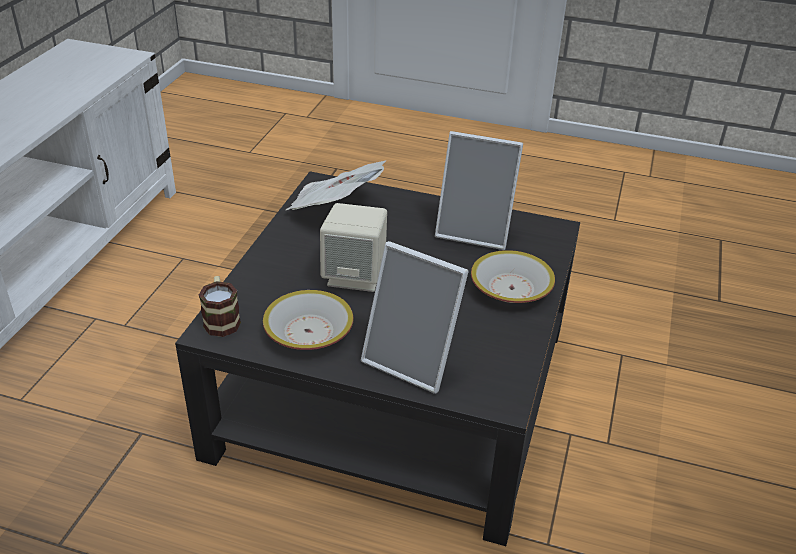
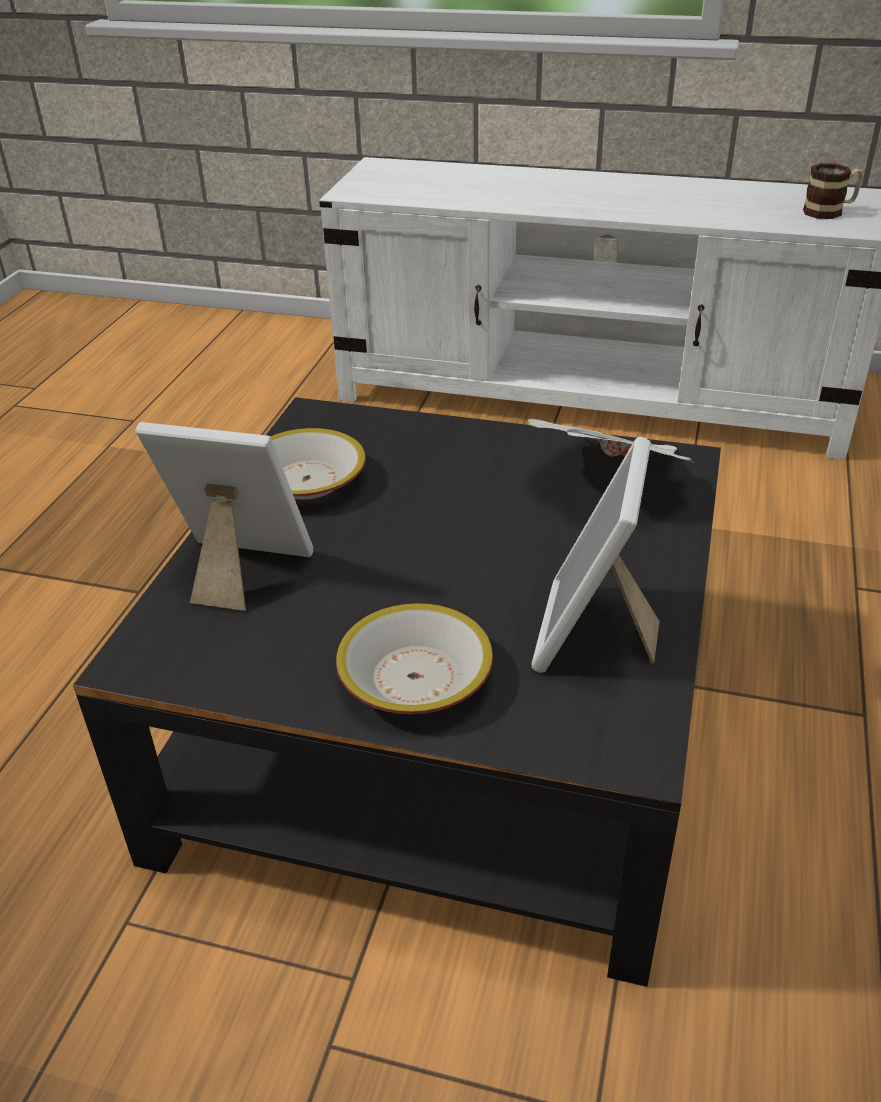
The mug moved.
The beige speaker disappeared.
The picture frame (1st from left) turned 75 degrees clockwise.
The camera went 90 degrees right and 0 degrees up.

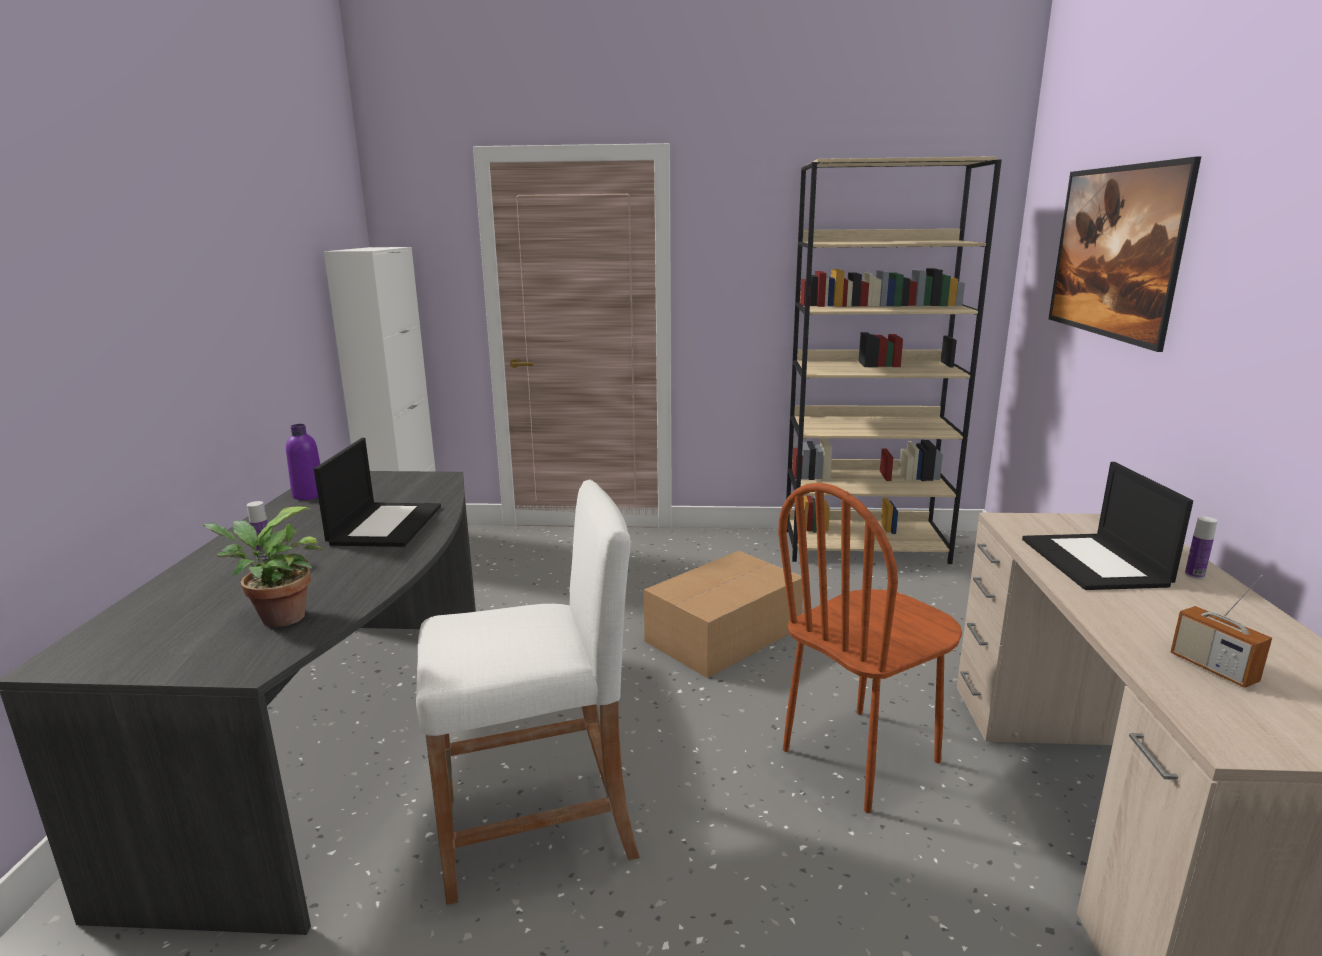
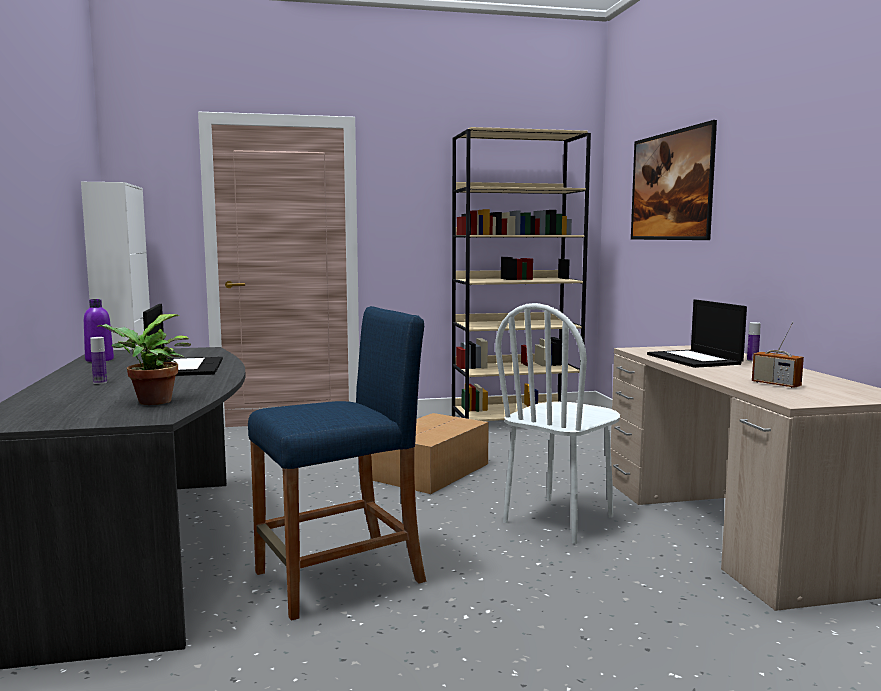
The white stool became the blue stool.
The brown chair became the white chair.
The camera went 15 degrees left and 10 degrees down.

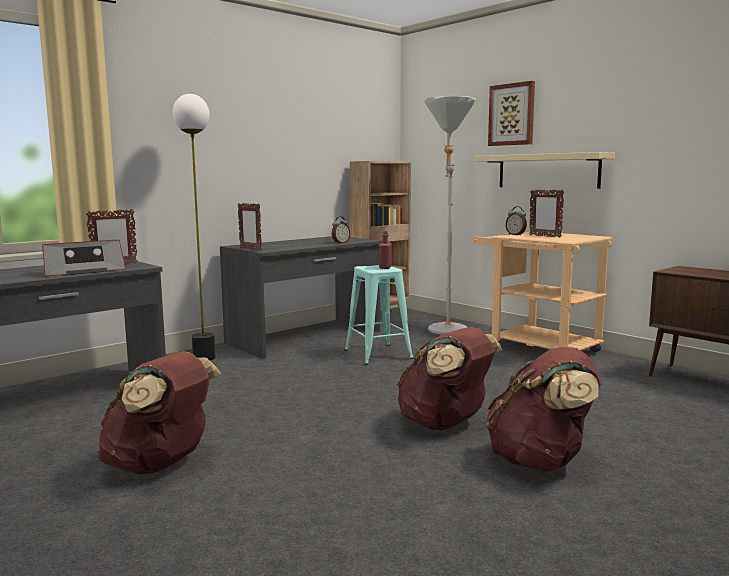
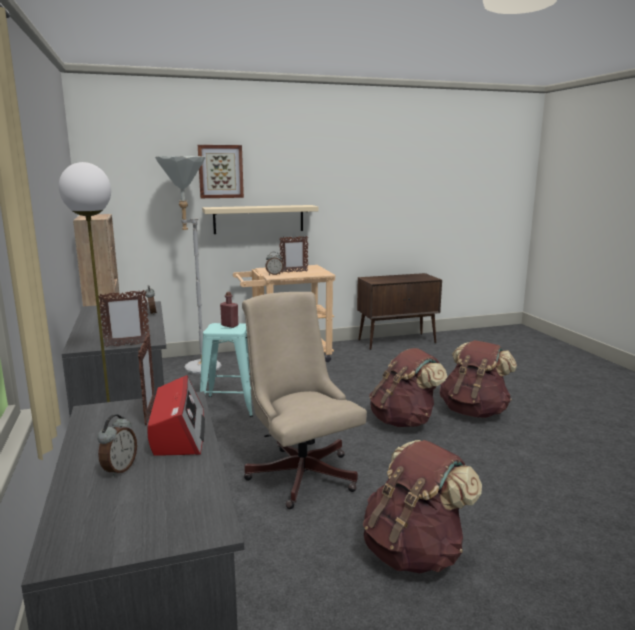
The alarm clock (1st from left) appeared.
The beige office chair appeared.
The camera went 65 degrees left and 5 degrees up.

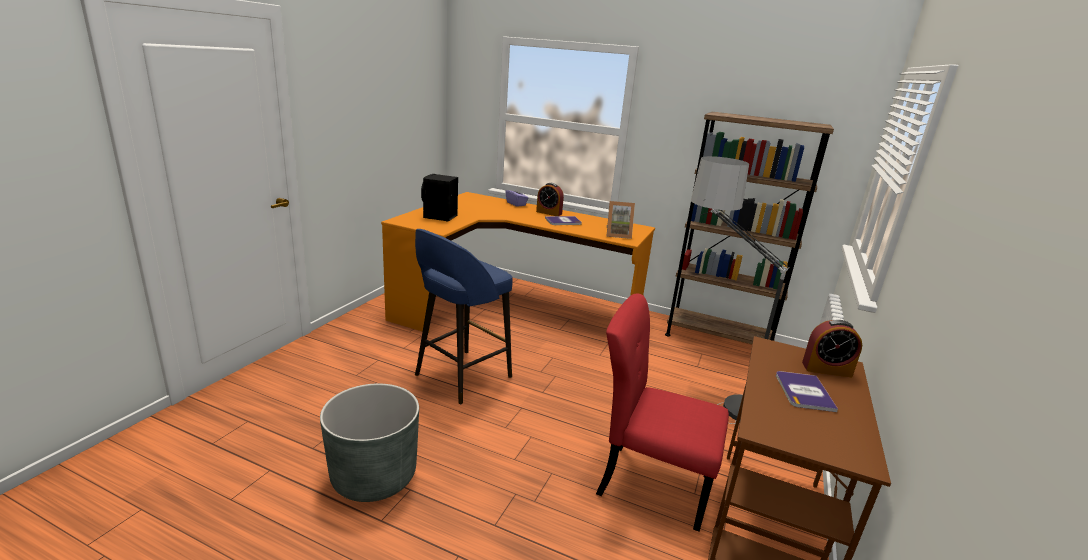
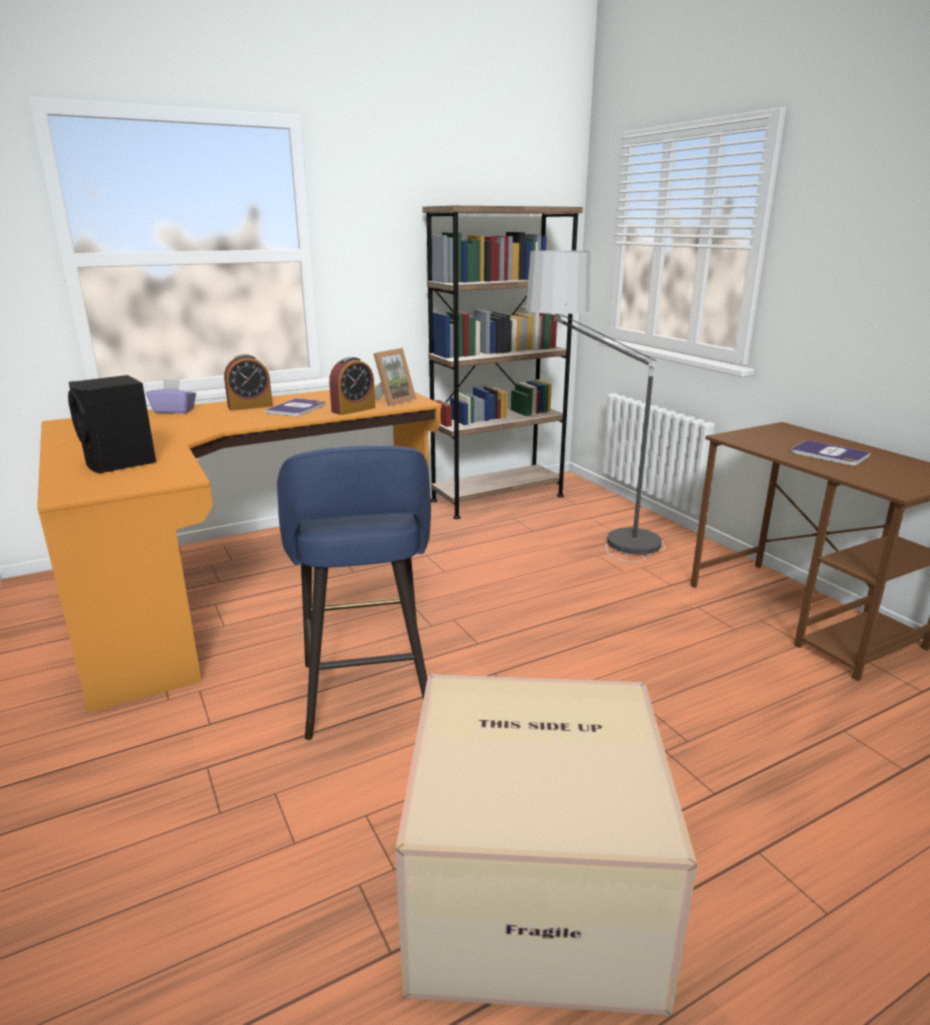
The grey planter was replaced by the cardboard box.
The red chair disappeared.
The alarm clock (2nd from left) moved.
The camera went 50 degrees left and 0 degrees up.

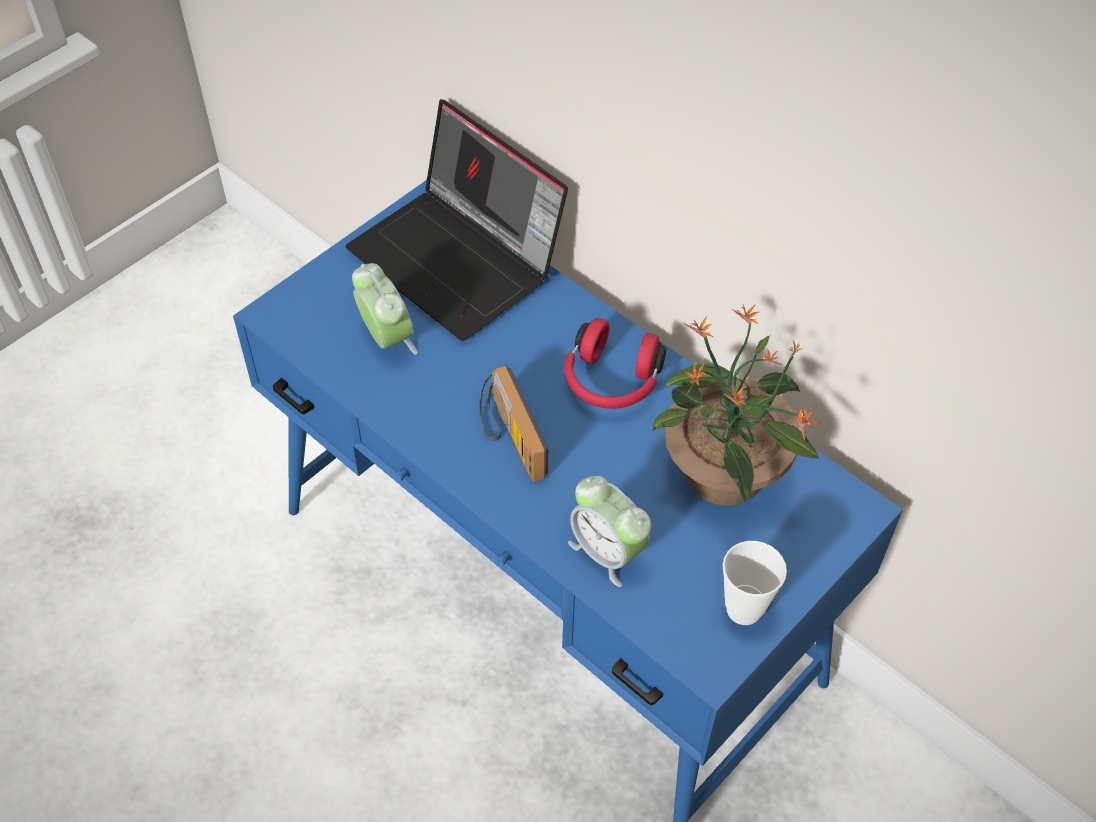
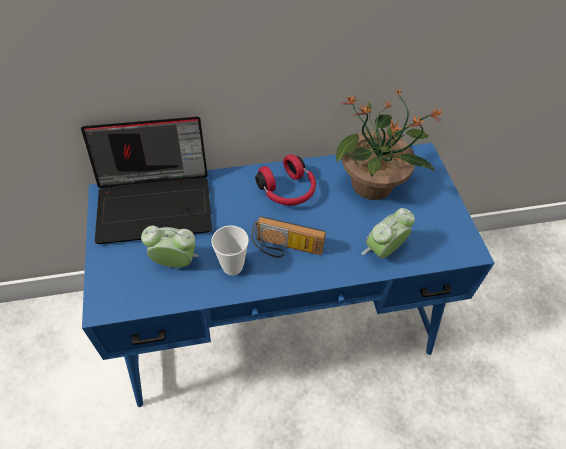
The alarm clock (2nd from left) turned 150 degrees clockwise.
The cup moved.
The camera went 55 degrees left and 0 degrees up.

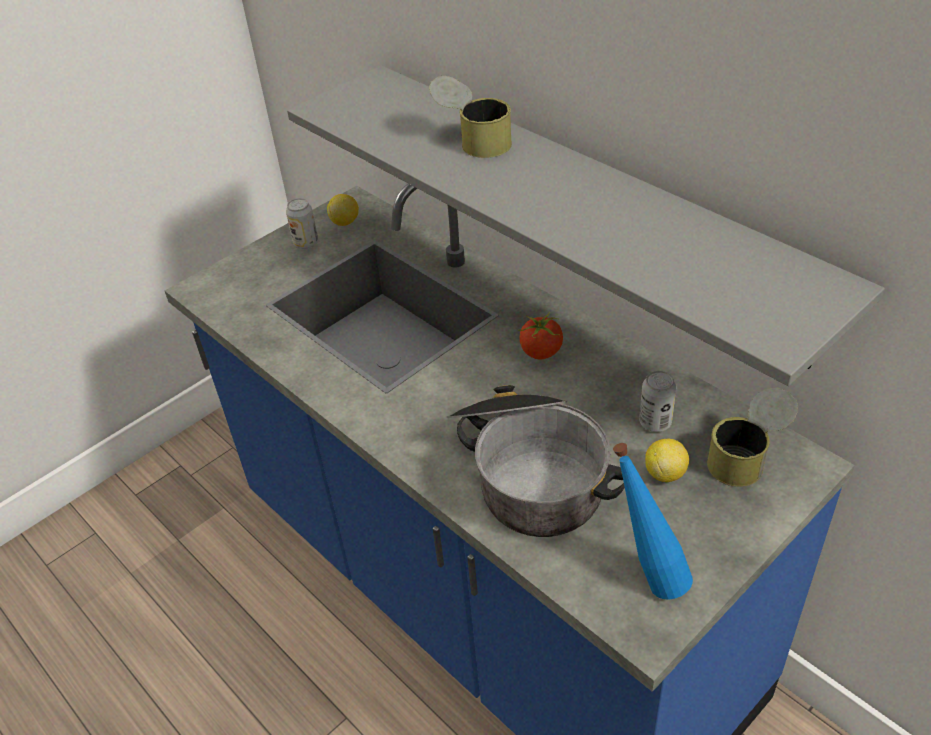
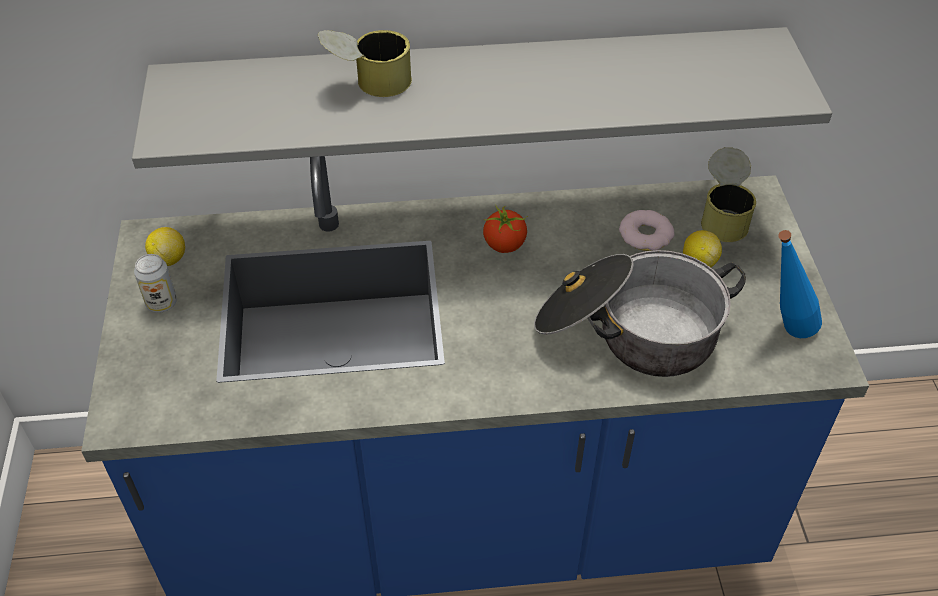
The can (3rd from left) was replaced by the donut.
The camera went 55 degrees left and 5 degrees up.

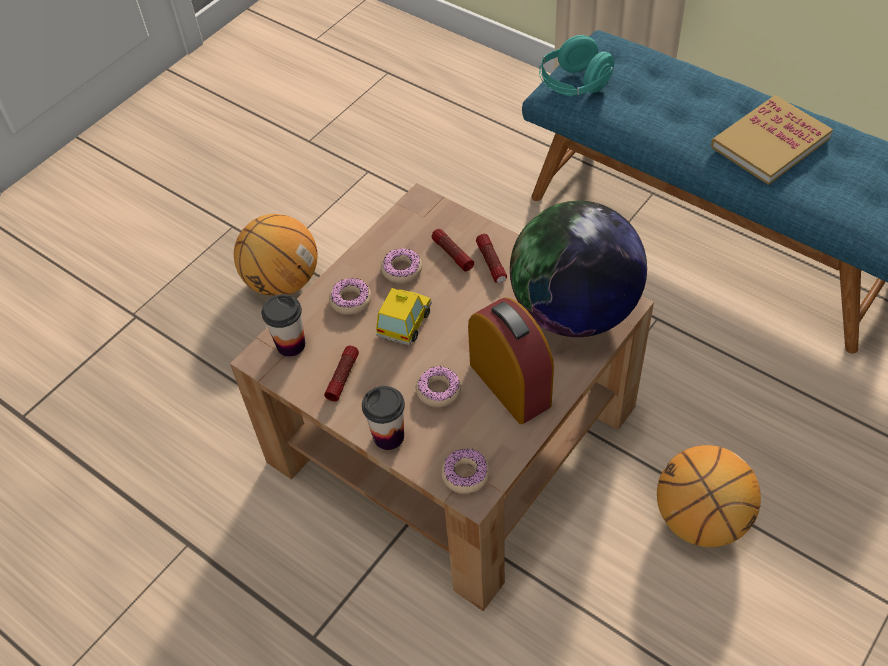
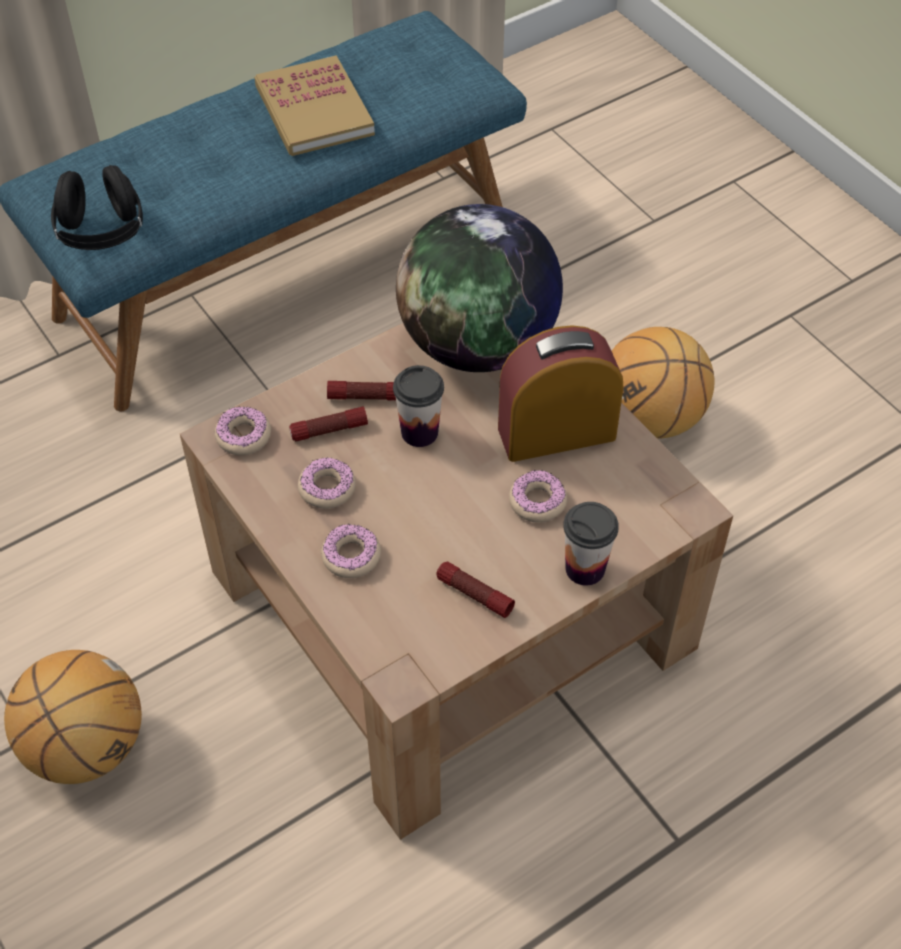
The cup (1st from left) moved.
The toy car disappeared.
The donut (4th from left in the first image) moved.
The turquoise headphones became the black headphones.
The camera went 75 degrees left and 0 degrees up.

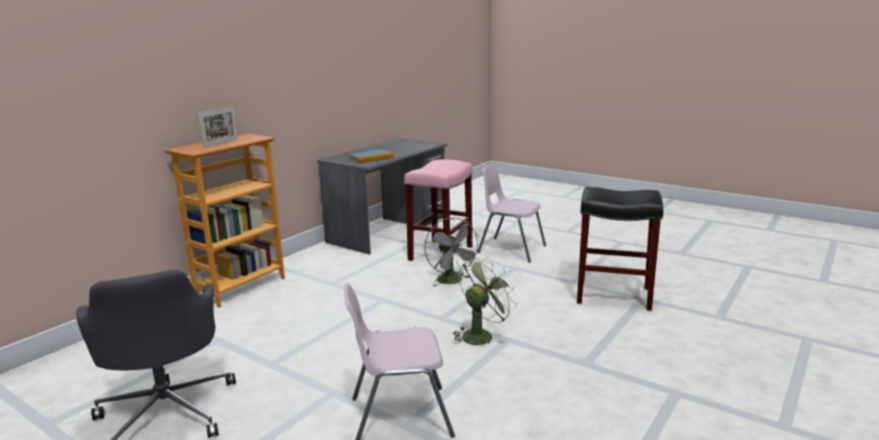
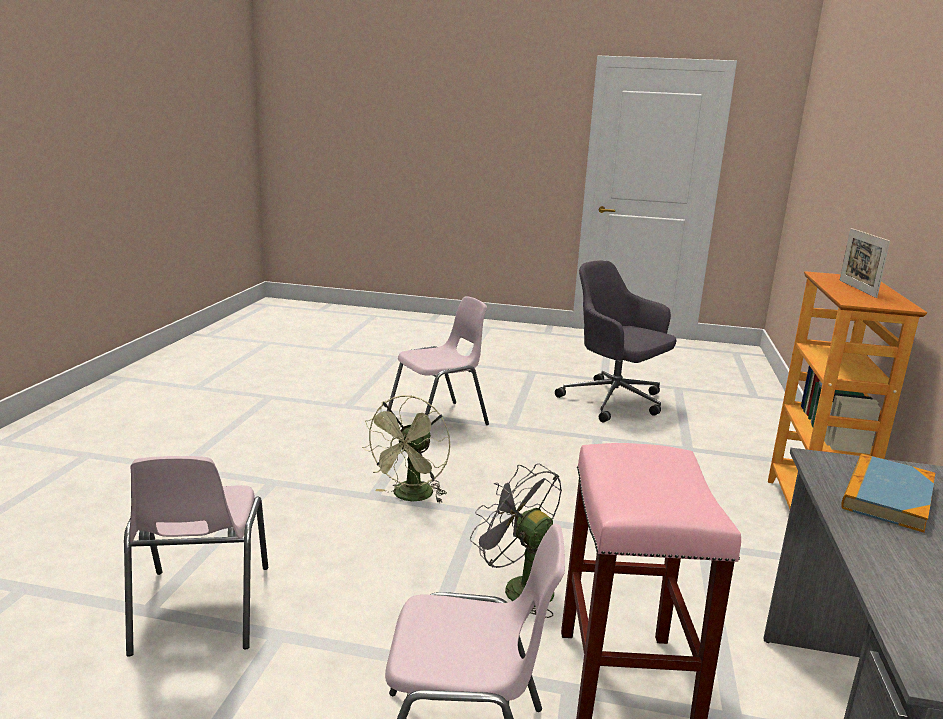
The black stool was replaced by the pink chair (1st from left).
The camera went 155 degrees right and 0 degrees up.

